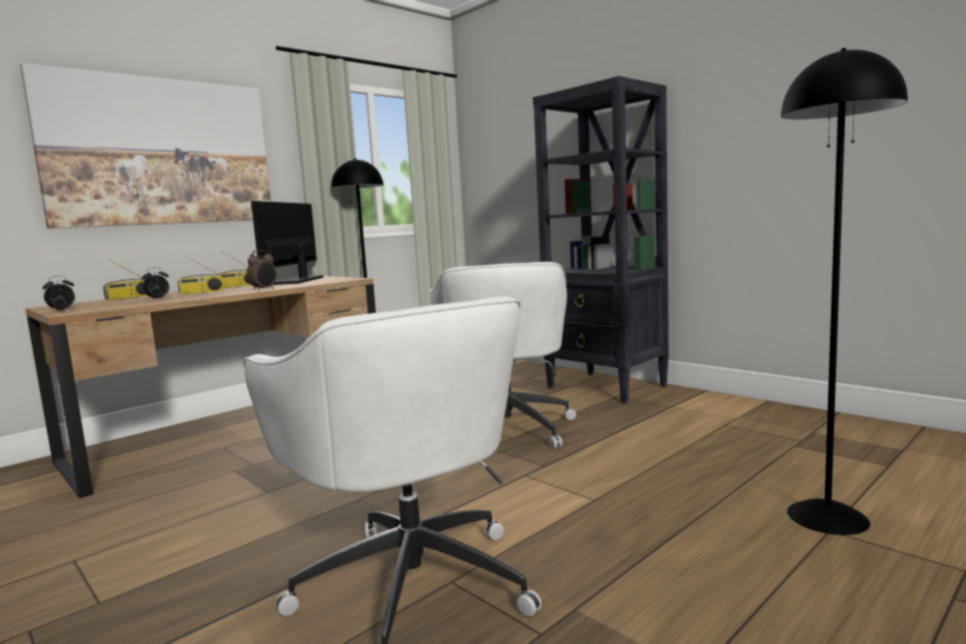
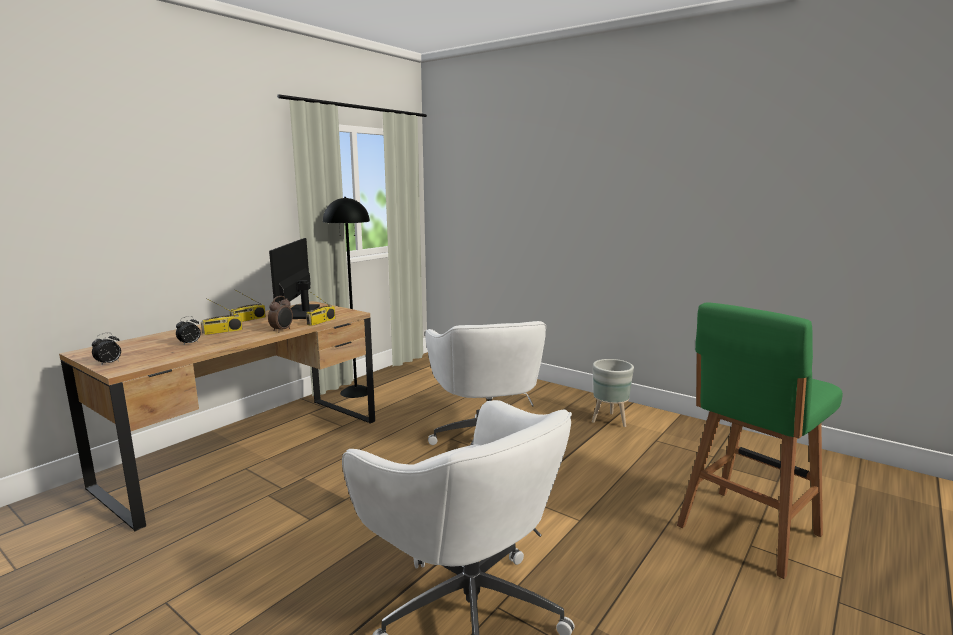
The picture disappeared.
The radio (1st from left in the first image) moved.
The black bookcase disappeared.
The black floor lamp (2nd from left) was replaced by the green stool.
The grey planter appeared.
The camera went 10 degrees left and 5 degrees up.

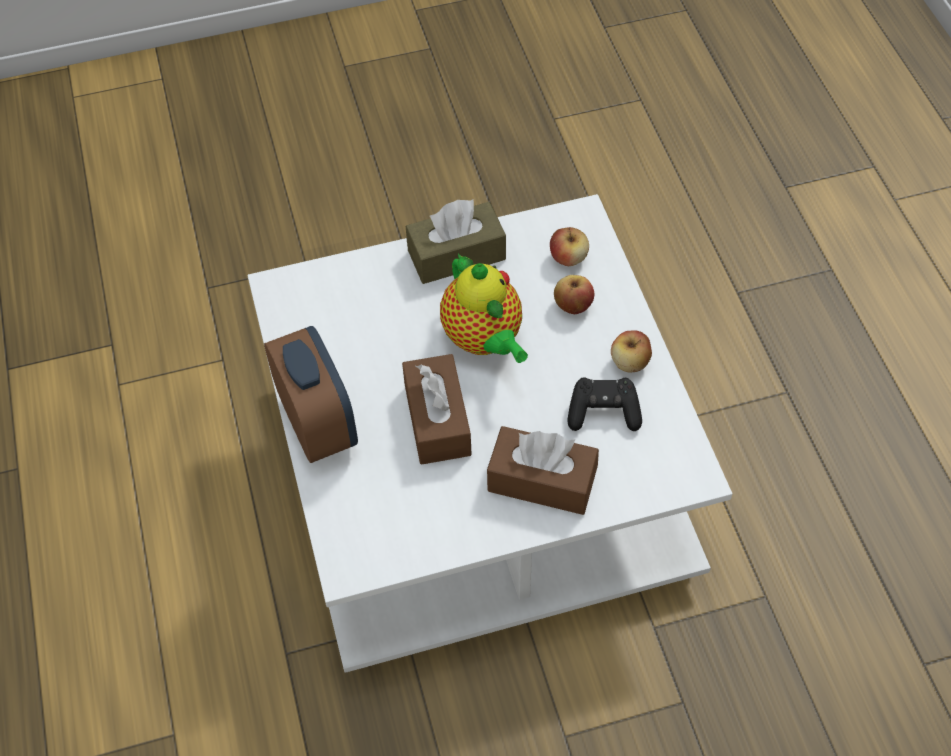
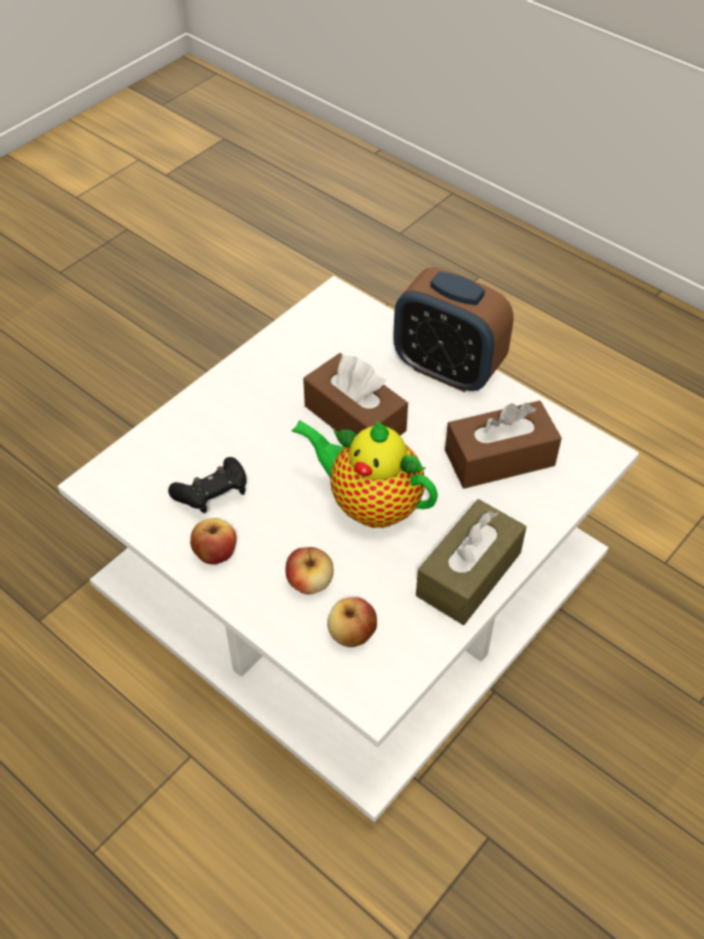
The brown tissue box (3rd from left) moved.
The camera went 145 degrees right and 5 degrees down.

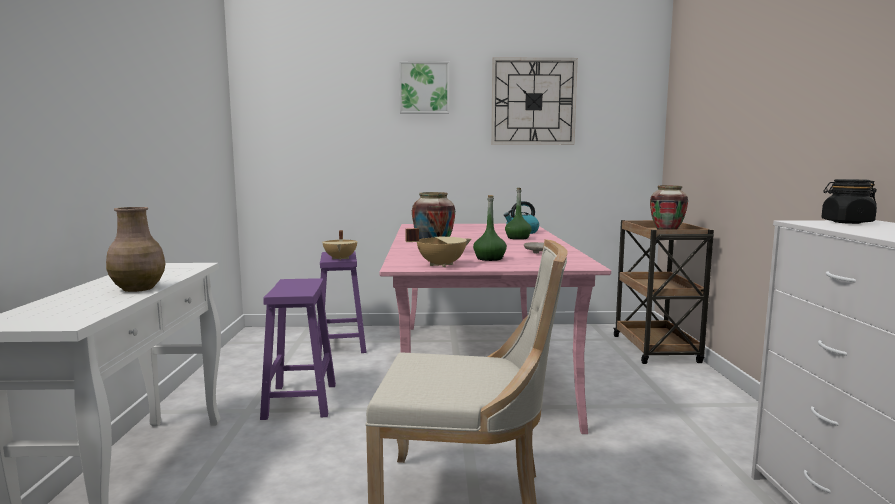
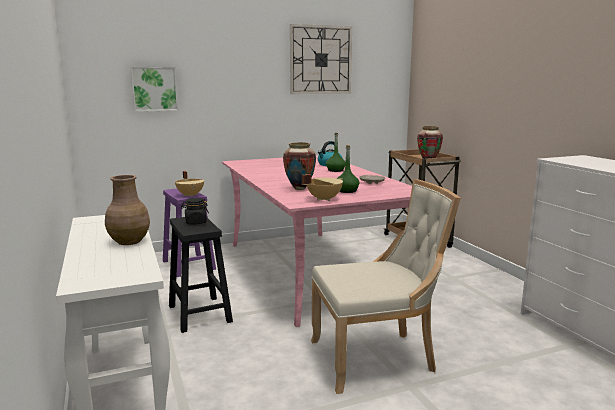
The purple stool (1st from left) became the black stool.
The picture moved.
The black jar moved.
The camera went 20 degrees left and 5 degrees up.

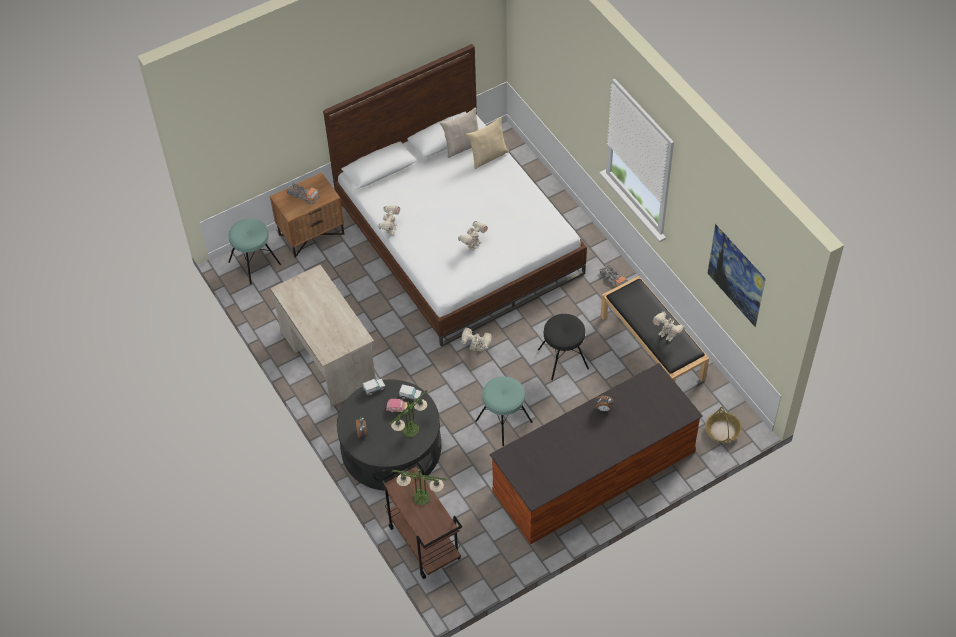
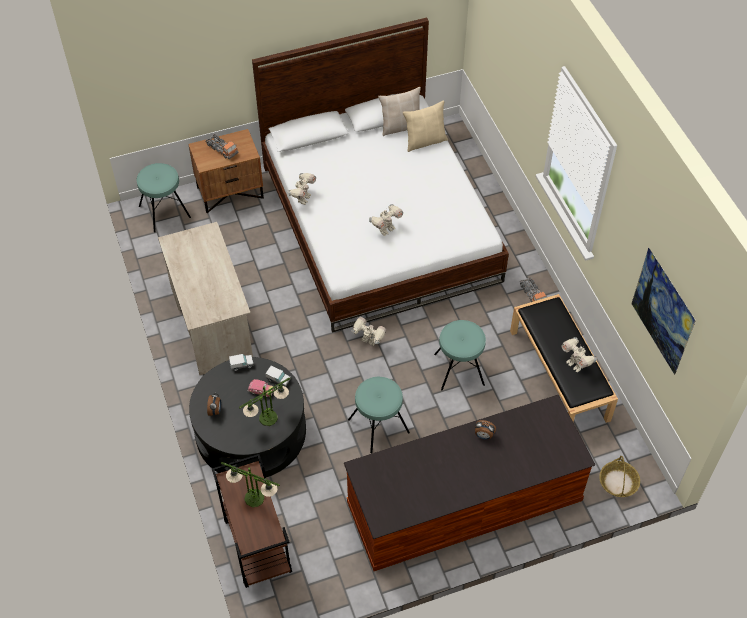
The black stool became the turquoise stool (3rd from left).
The camera went 10 degrees right and 0 degrees up.

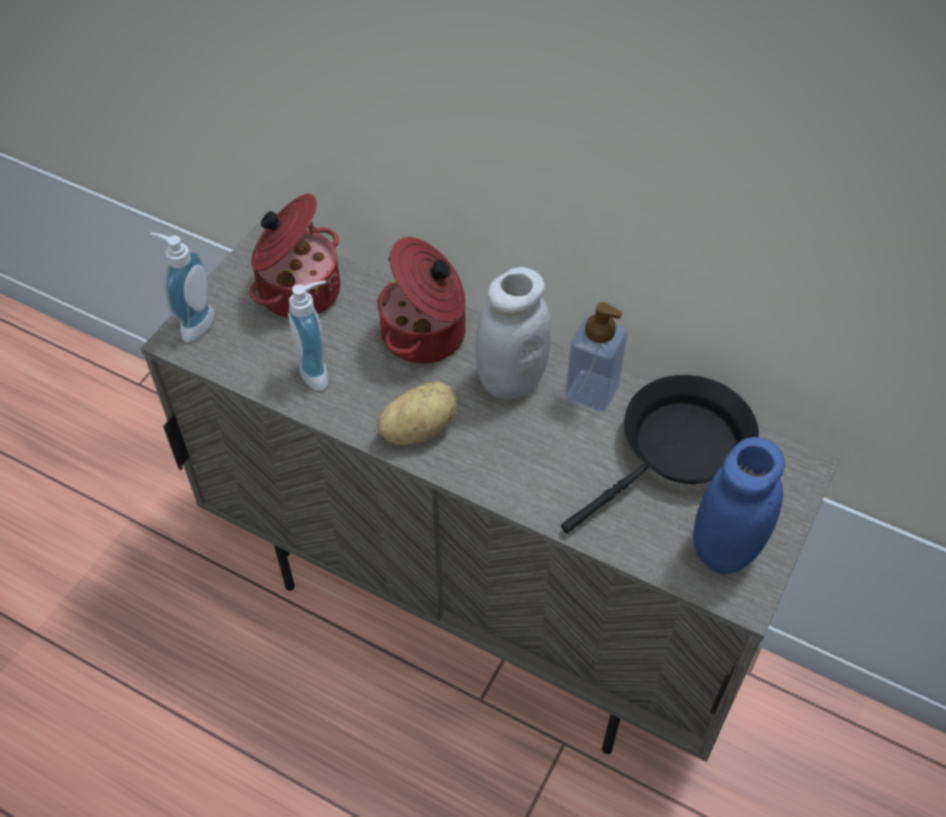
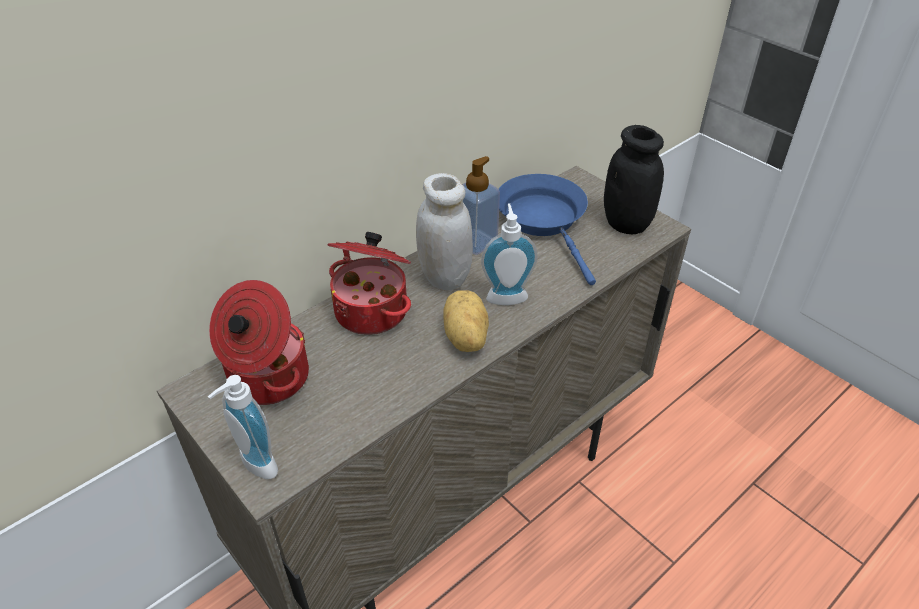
The soap dispenser (2nd from left in the first image) moved.
The black frying pan became the blue frying pan.
The blue jar became the black jar.
The camera went 70 degrees left and 10 degrees down.

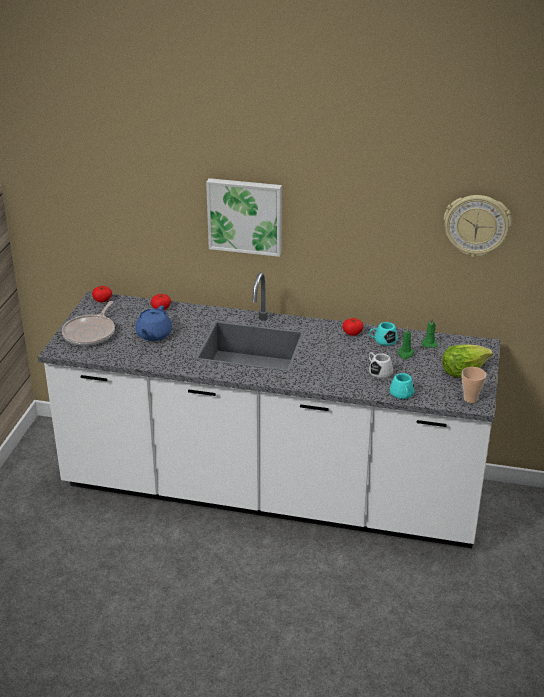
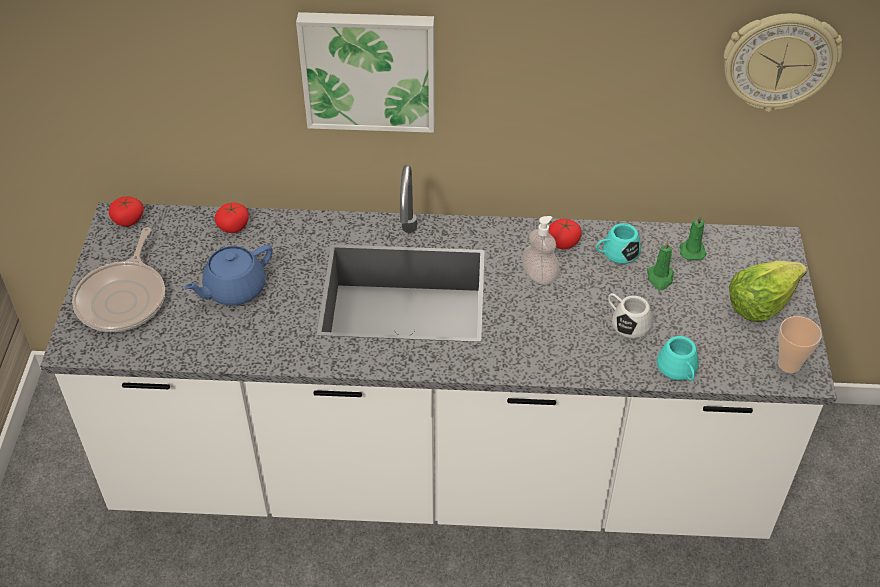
The blue teapot turned 45 degrees clockwise.
The soap dispenser appeared.
The camera went 10 degrees left and 15 degrees up.

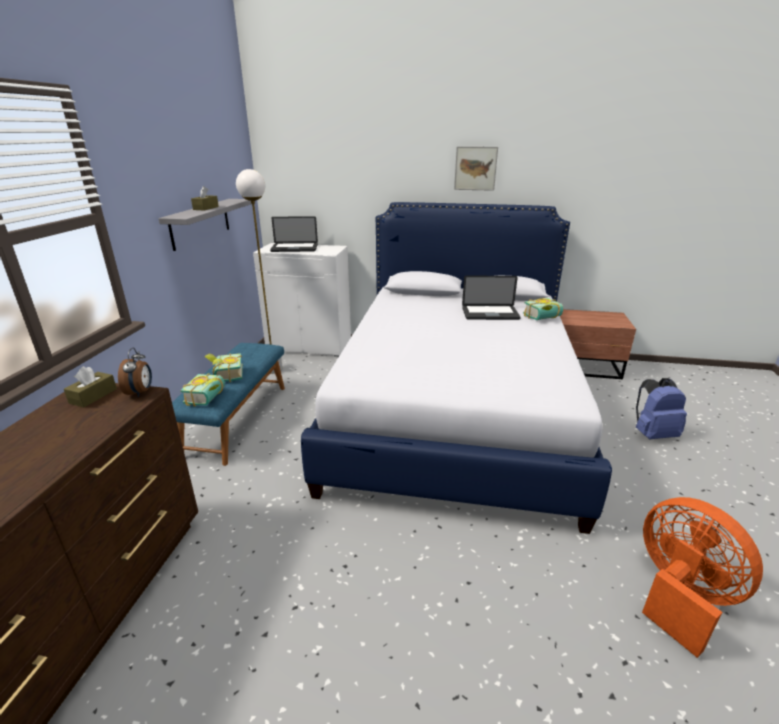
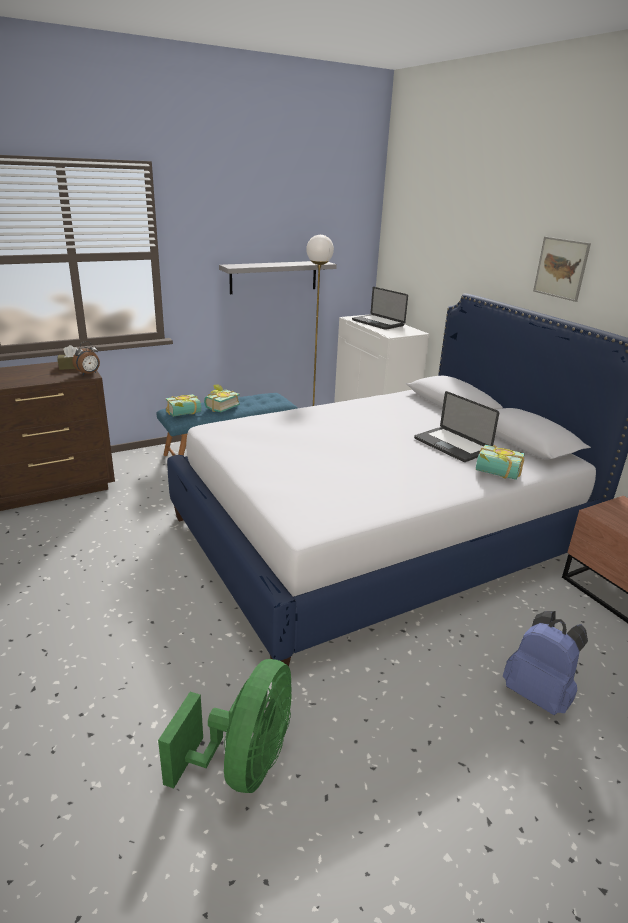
The brown tissue box (2nd from left) disappeared.
The orange fan became the green fan.
The camera went 50 degrees right and 0 degrees up.

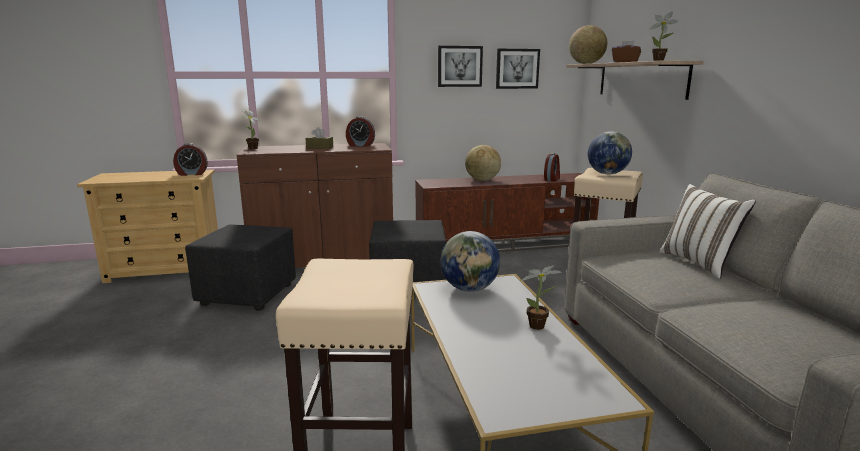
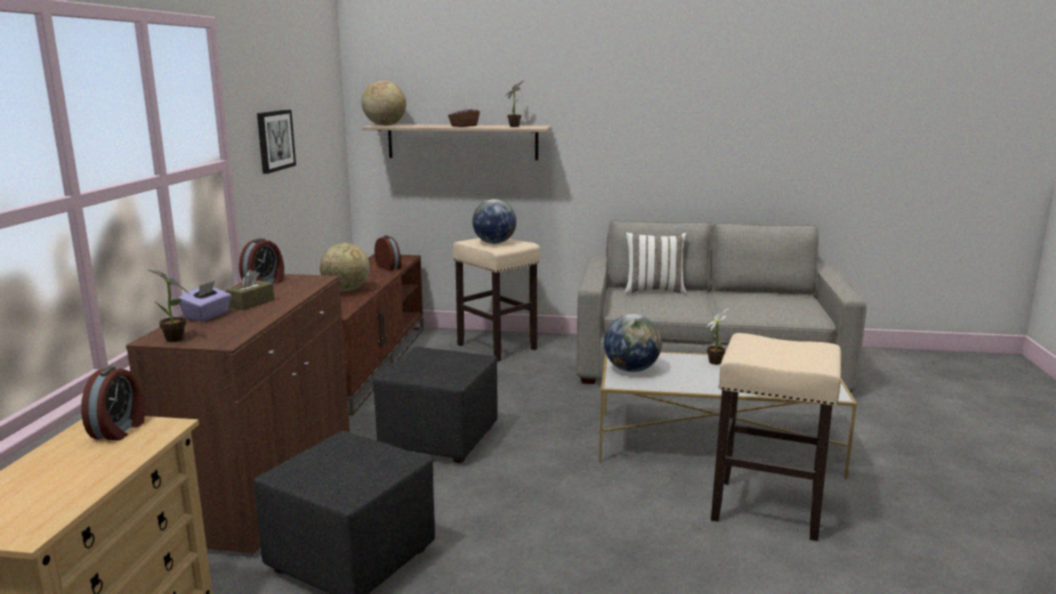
The picture (2nd from left) disappeared.
The purple tissue box appeared.
The camera went 70 degrees left and 0 degrees up.

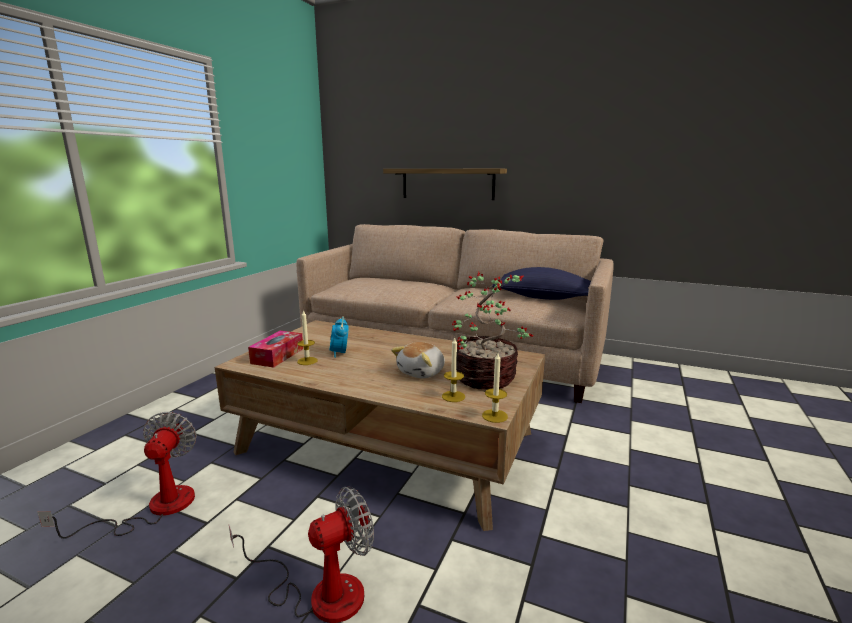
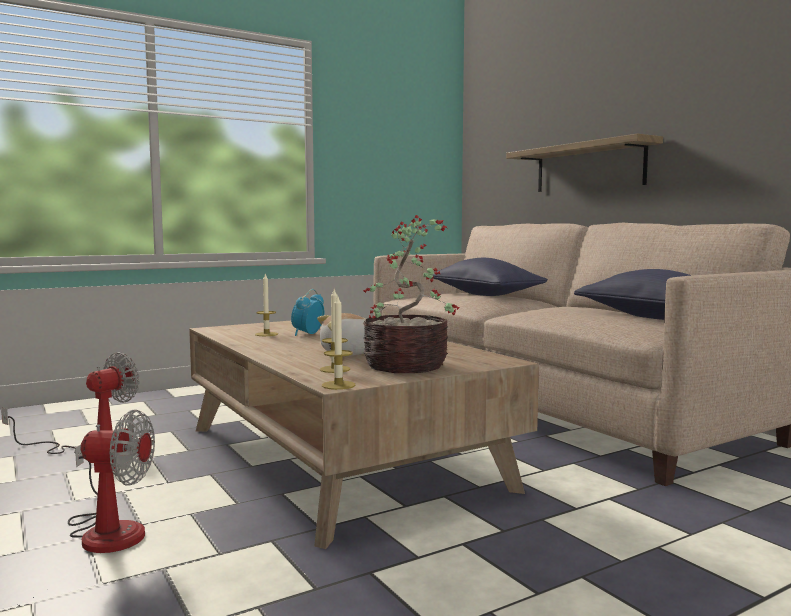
The tissue box disappeared.
The blue pillow (1st from left) appeared.
The camera went 35 degrees right and 10 degrees down.

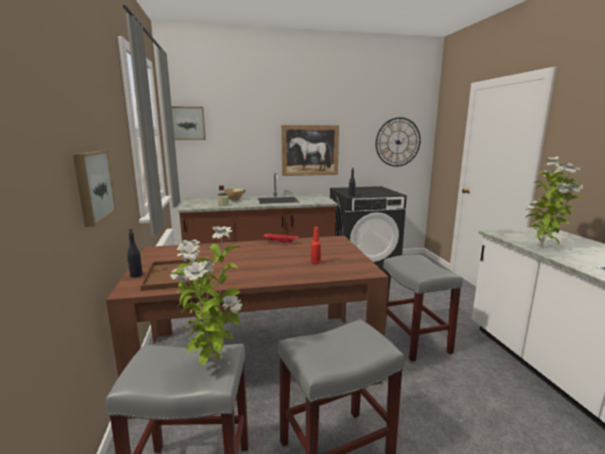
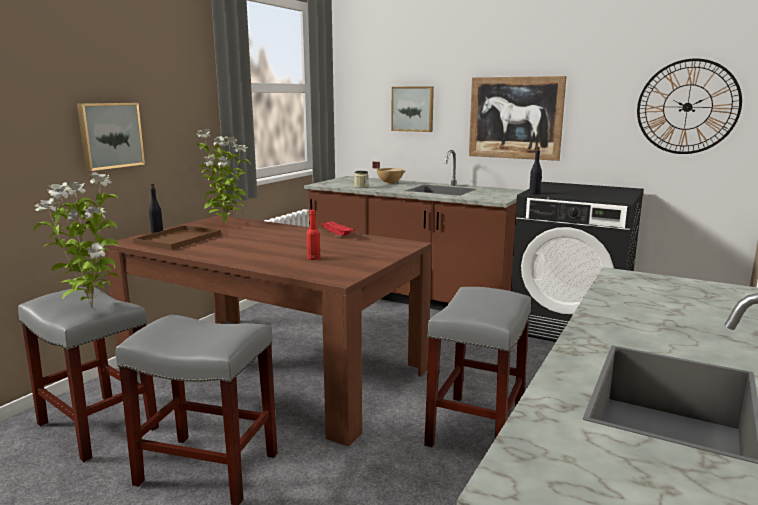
The picture (2nd from left) moved.
The potted plant (2nd from left) moved.
The camera went 40 degrees right and 0 degrees up.

